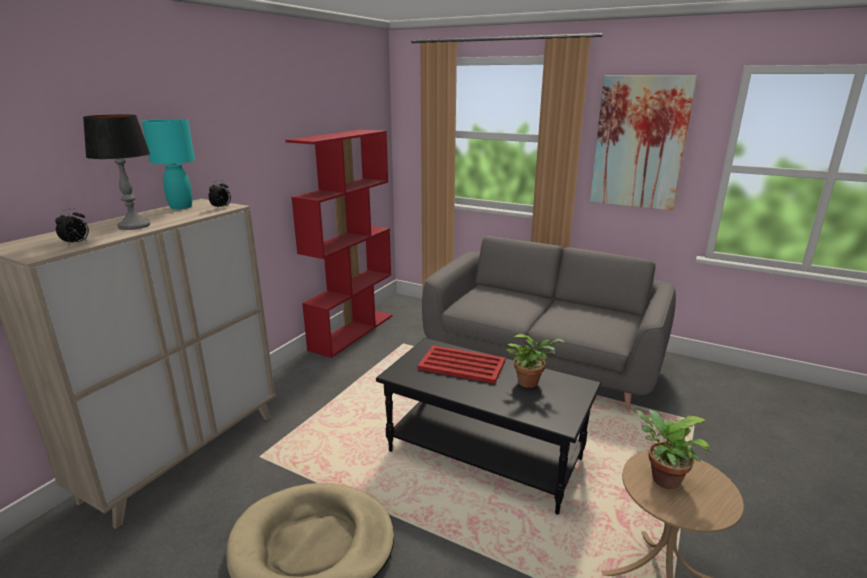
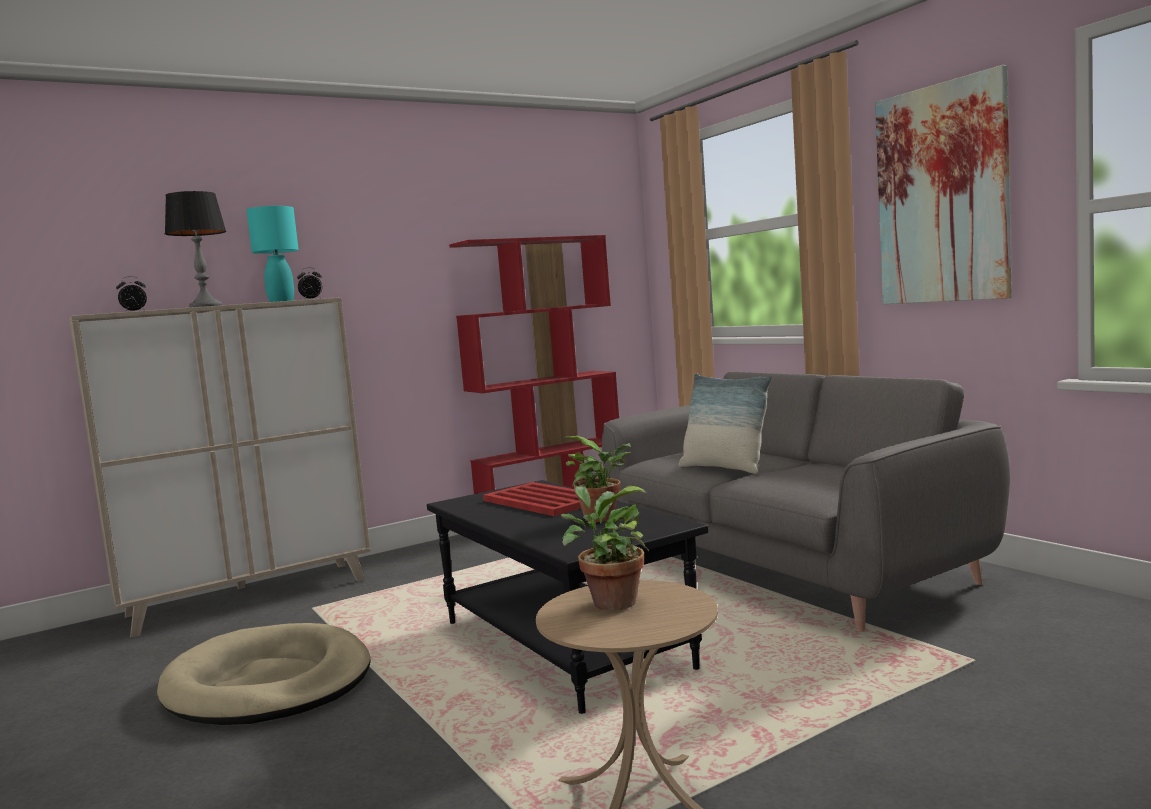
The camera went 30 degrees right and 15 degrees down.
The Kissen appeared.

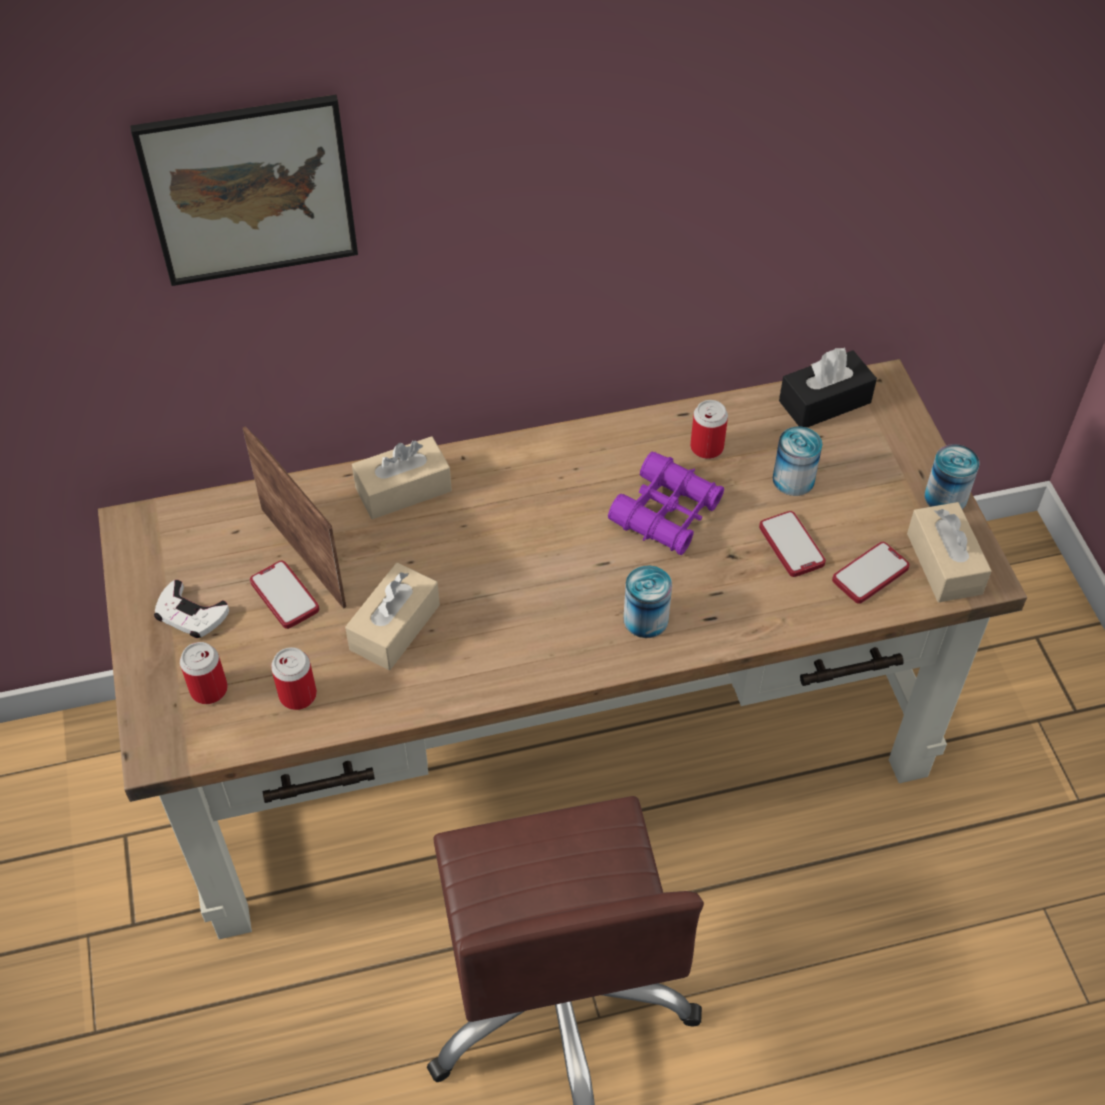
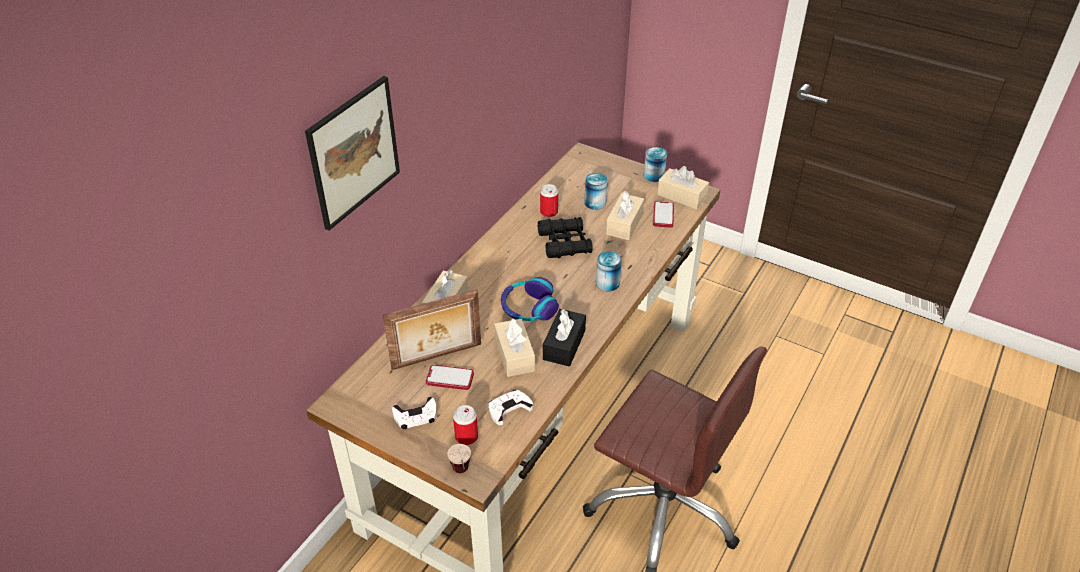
The camera went 45 degrees left and 10 degrees down.
The Bilderrahmen turned 150 degrees clockwise.
The Dose (no. 2 from left) was replaced by the Gamepad (weiß) (no. 2 from left).
The Fernglas (lila) became the Fernglas (schwarz).
The Handy (no. 2 from left) was replaced by the Taschentuchbox (beige) (no. 3 from left).
The Taschentuchbox (schwarz) moved.
The Tasse appeared.
The Kopfhörer appeared.

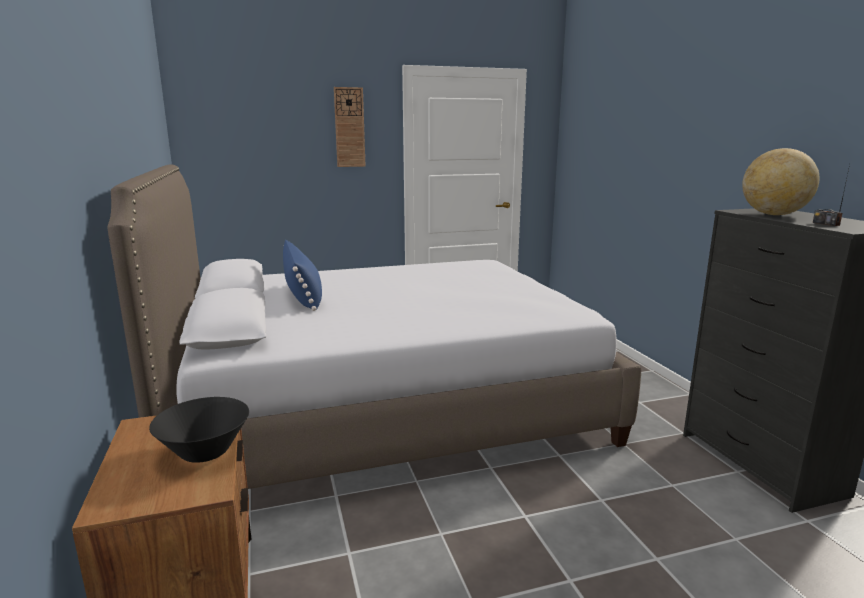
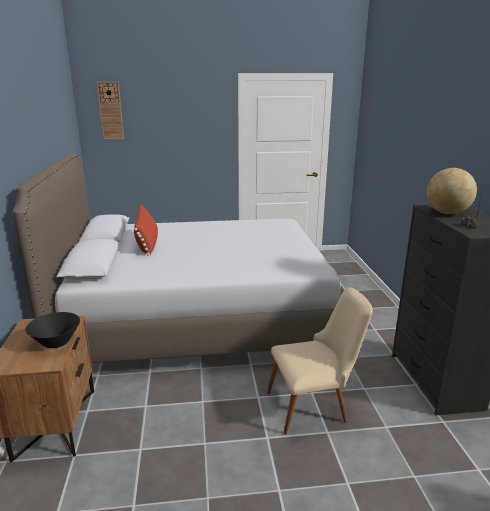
The camera went 10 degrees right and 5 degrees up.
The Kissen (blau) became the Kissen (rot).
The Wanduhr moved.
The Stuhl (beige) appeared.

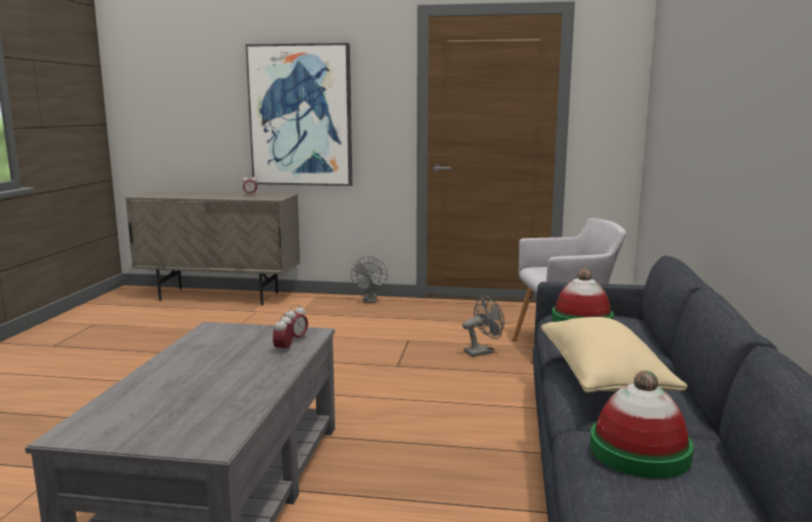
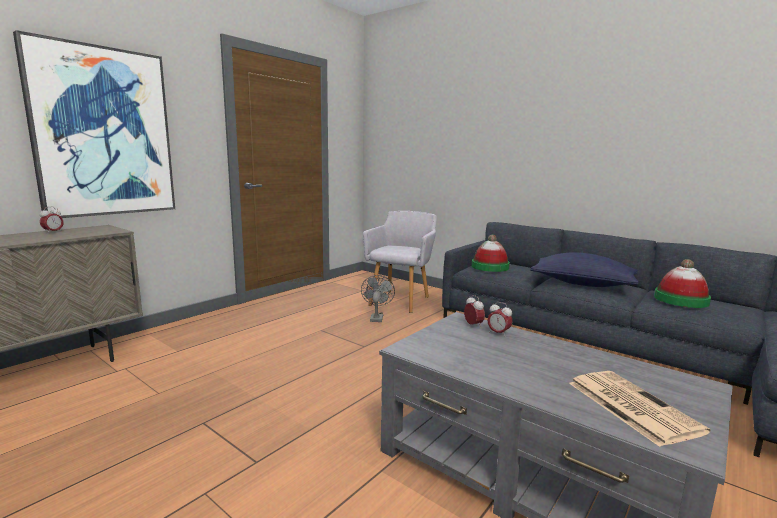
The camera went 60 degrees left and 0 degrees up.
The Ventilator (grau) (no. 1 from left) disappeared.
The Kissen (beige) became the Kissen (blau).
The Zeitung appeared.

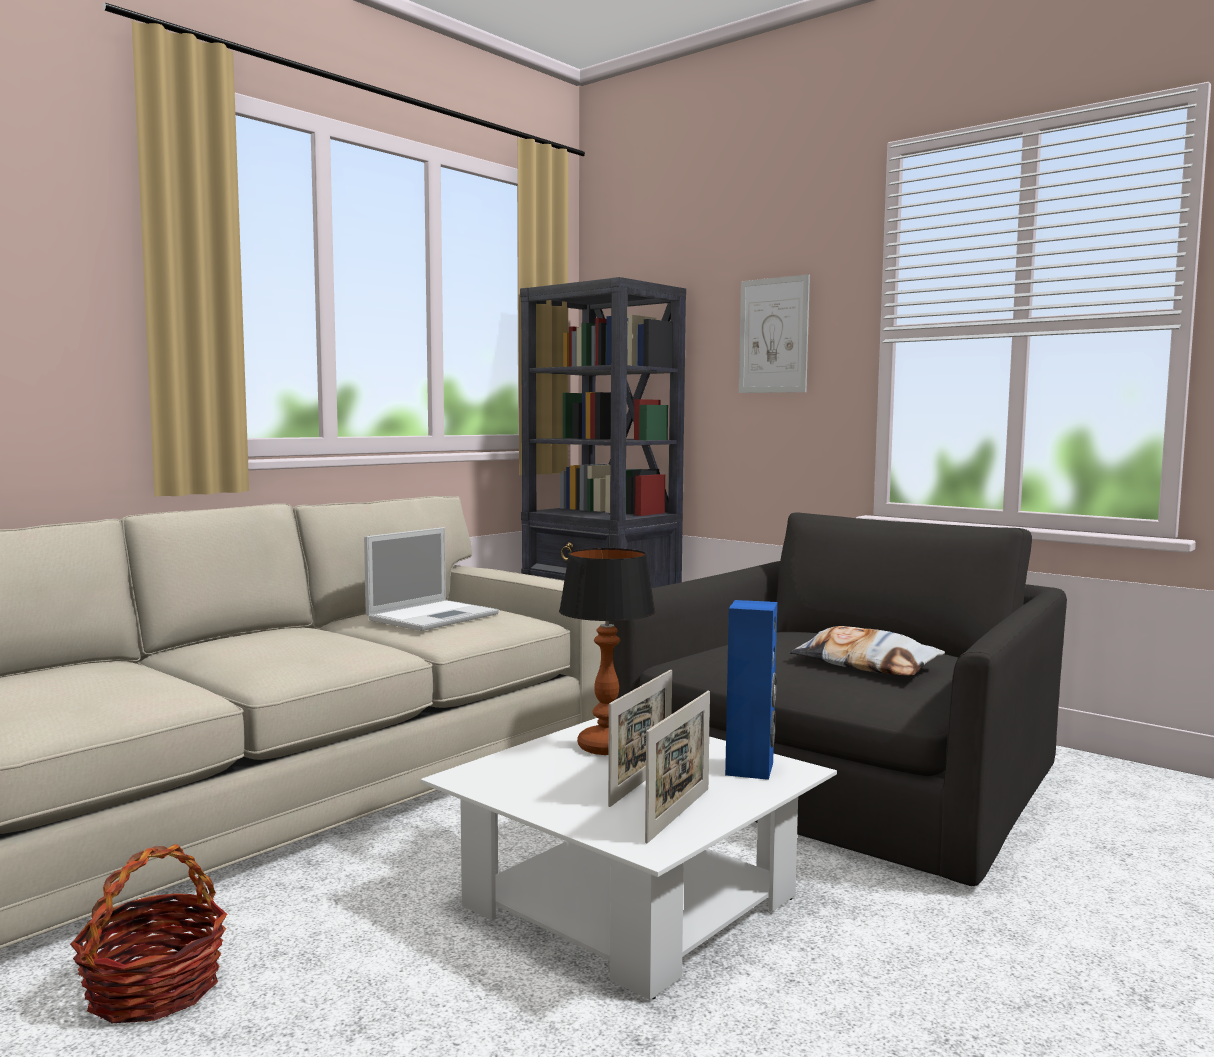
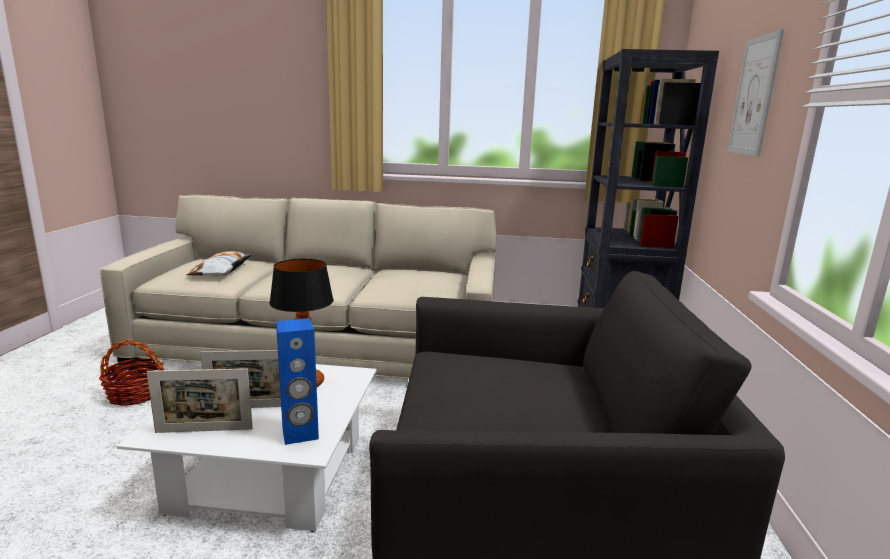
The camera went 55 degrees right and 10 degrees up.
The Laptop disappeared.
The Kissen moved.

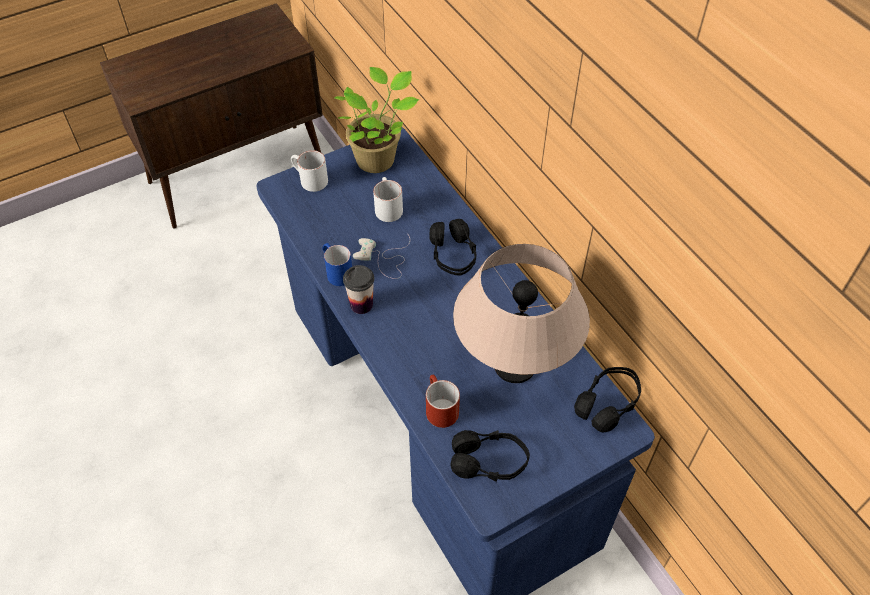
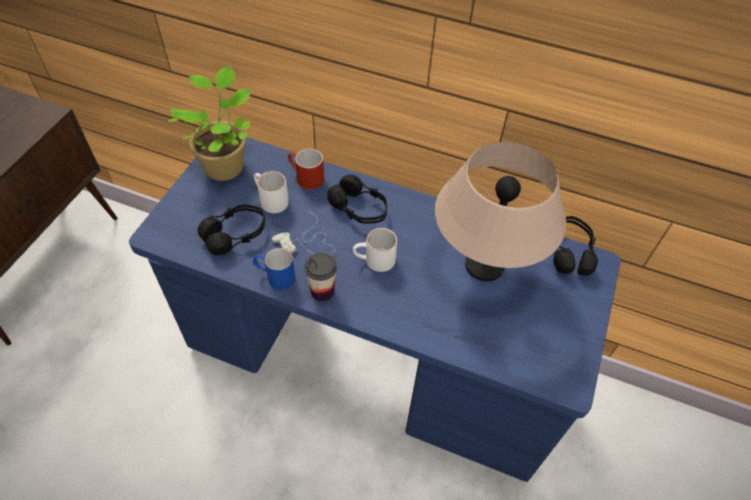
The camera went 40 degrees left and 0 degrees up.
The Henkelbecher (weiß) (no. 1 from left in the first image) moved.
The Henkelbecher (rot) moved.
The Kopfhörer (schwarz) (no. 2 from left in the first image) moved.

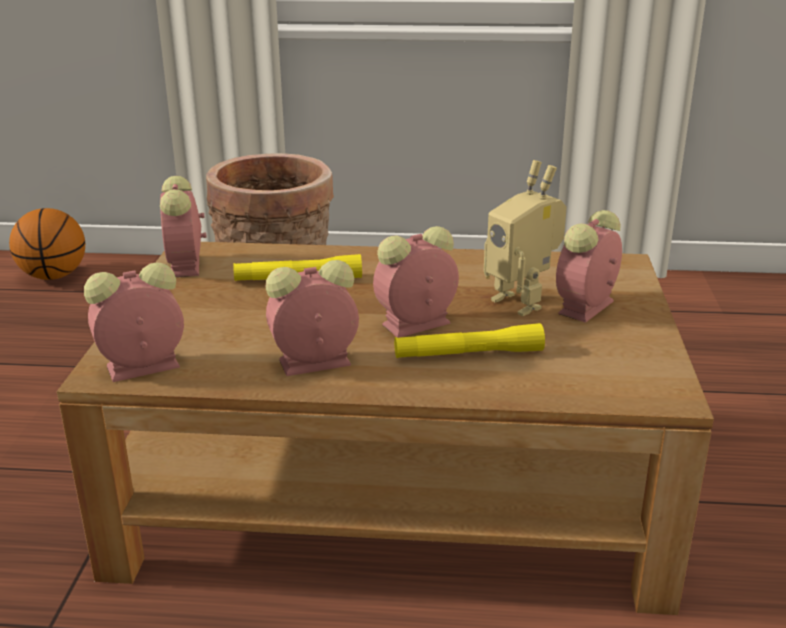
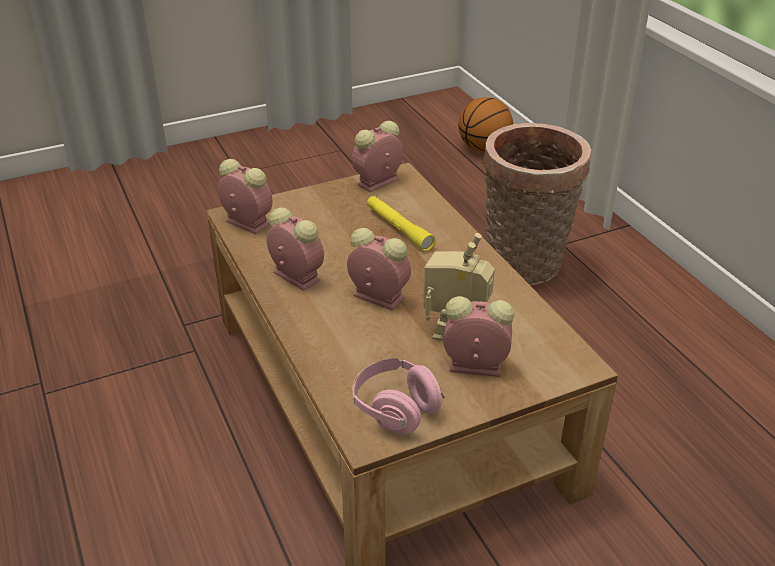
The camera went 60 degrees right and 10 degrees up.
The Taschenlampe (gelb) (no. 2 from left) disappeared.
The Kopfhörer (rosa) appeared.

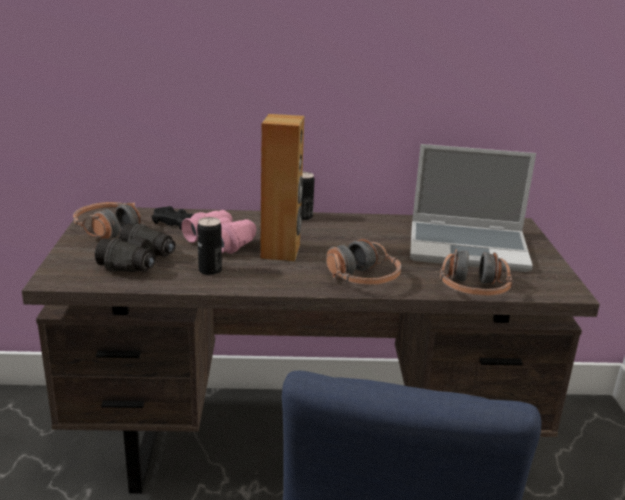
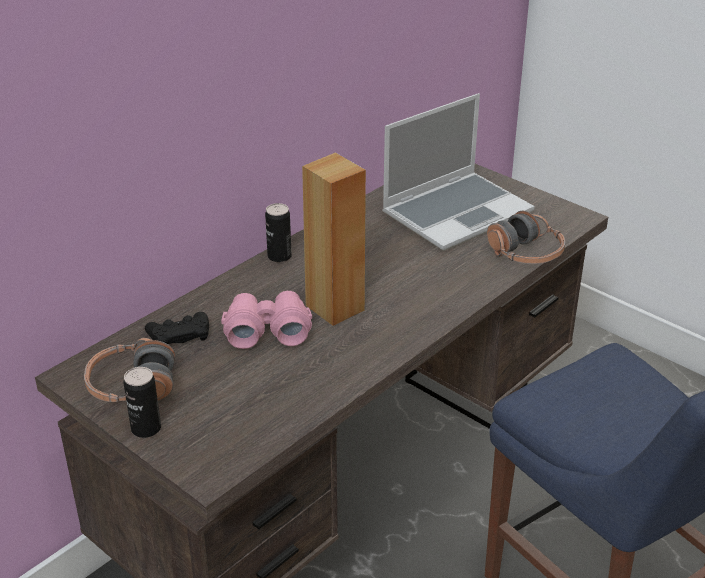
The camera went 45 degrees left and 10 degrees up.
The Fernglas (schwarz) disappeared.
The Dose (no. 1 from left) moved.
The Kopfhörer (no. 2 from left) disappeared.

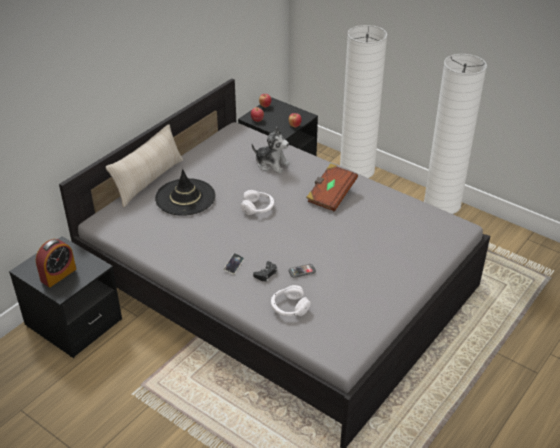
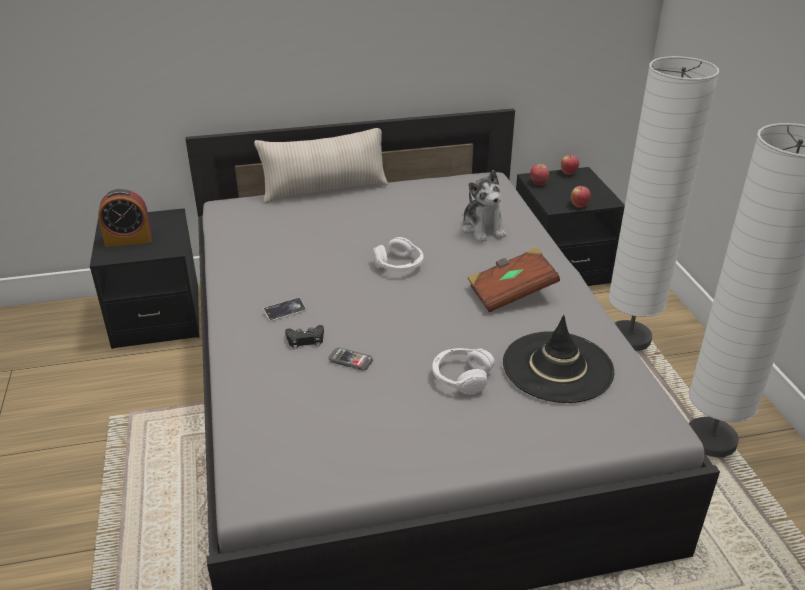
The camera went 40 degrees right and 5 degrees down.
The Hut (schwarz) moved.
The Kopfhörer (weiß) (no. 2 from left) moved.

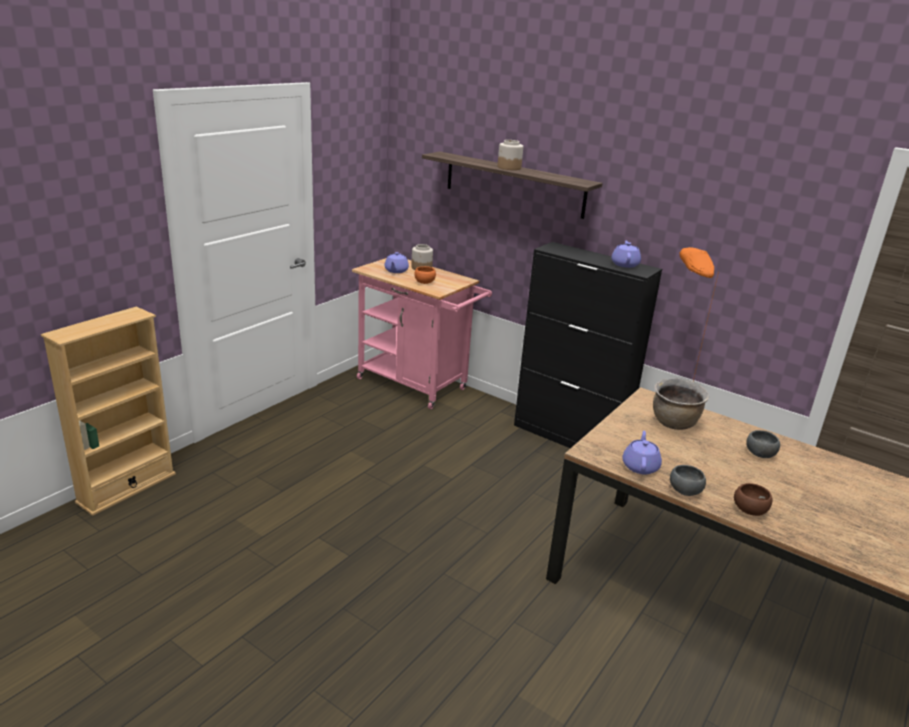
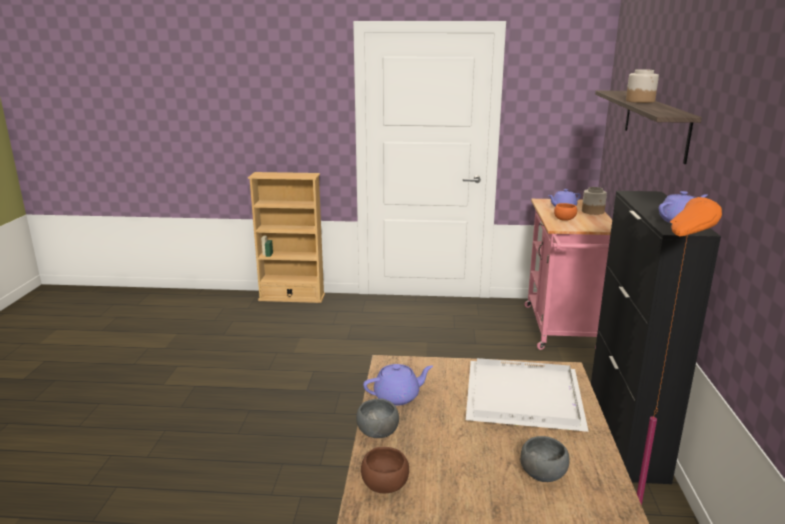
The camera went 60 degrees right and 5 degrees down.
The Kochtopf (braun) was replaced by the Tablett (weiß).

